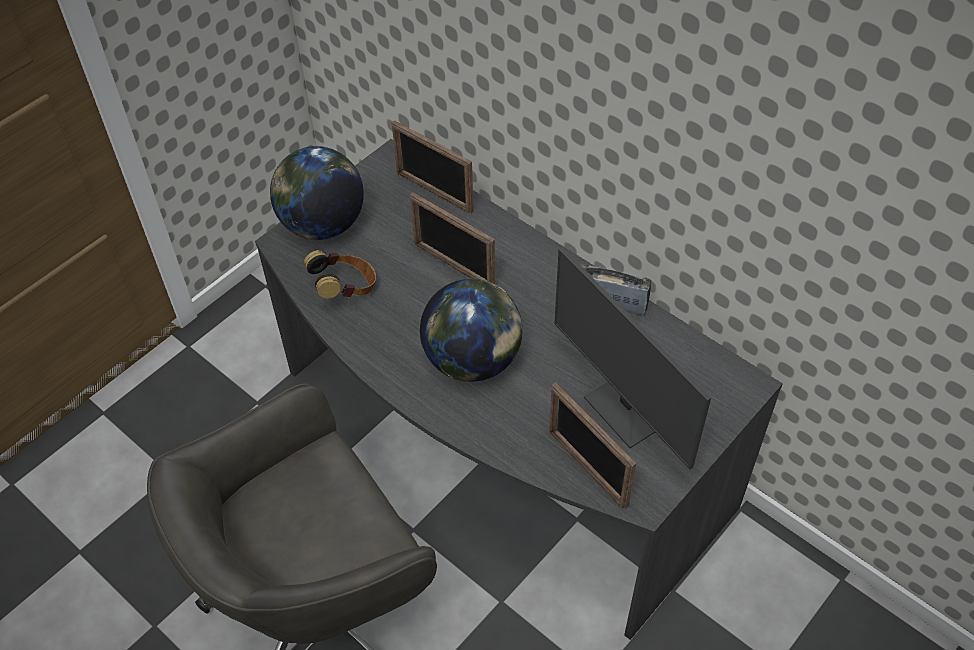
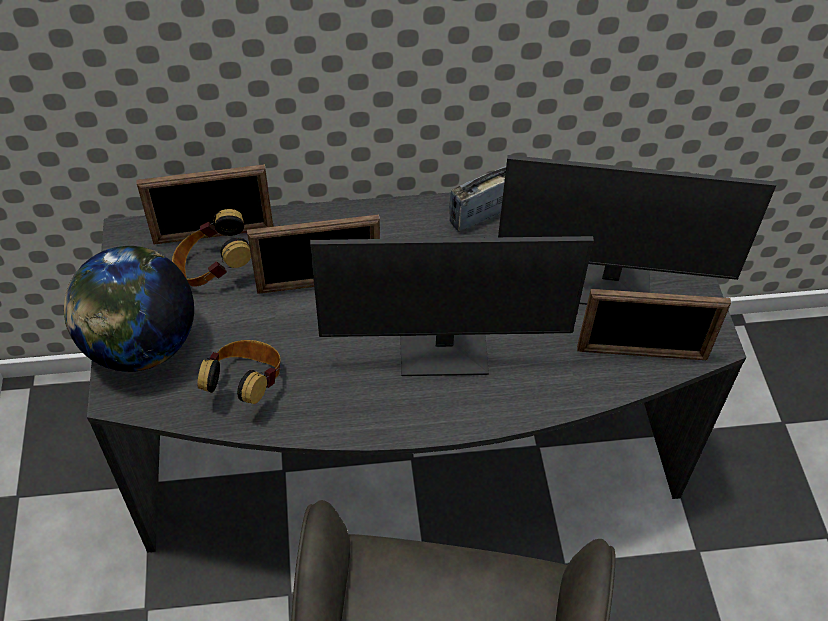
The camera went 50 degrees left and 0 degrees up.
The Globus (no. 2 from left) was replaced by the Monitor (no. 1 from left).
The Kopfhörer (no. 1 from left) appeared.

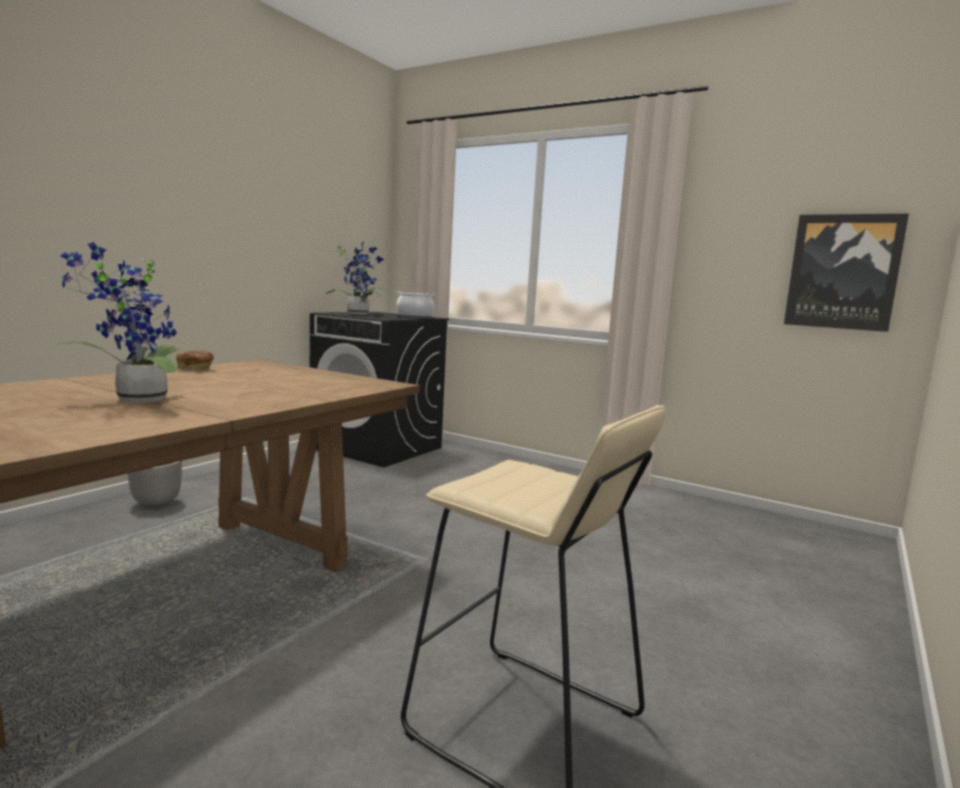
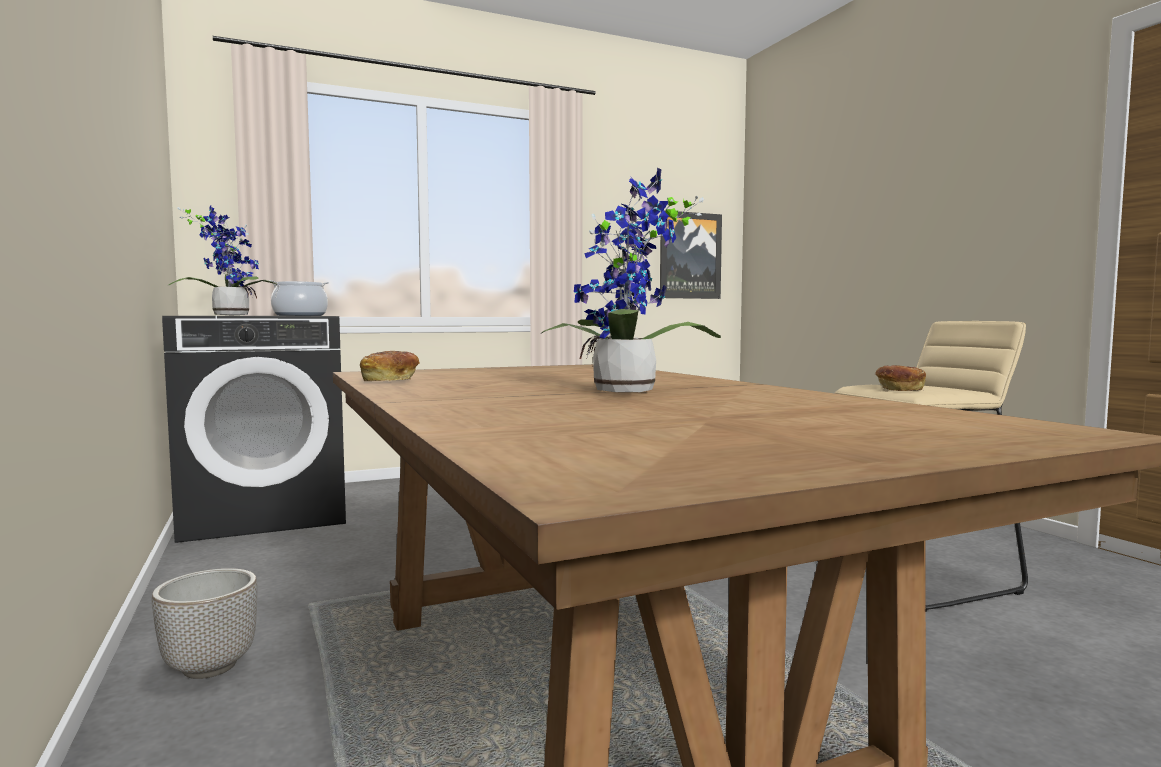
The camera went 55 degrees left and 5 degrees down.
The Brot (no. 2 from left) appeared.

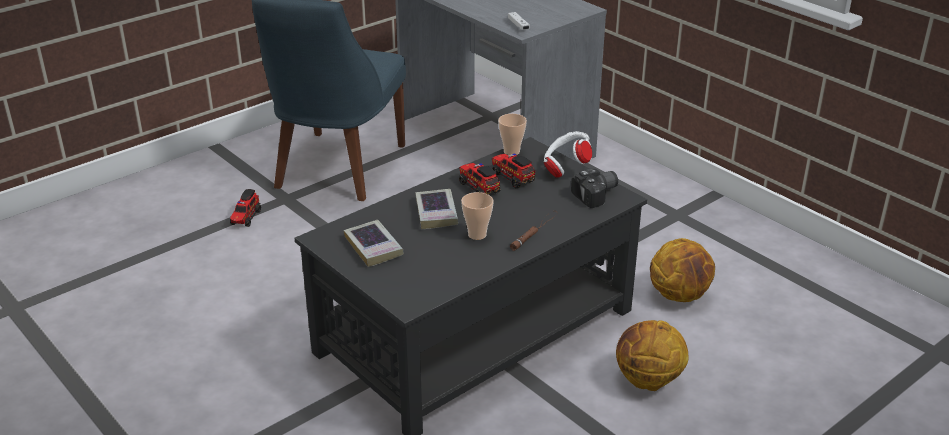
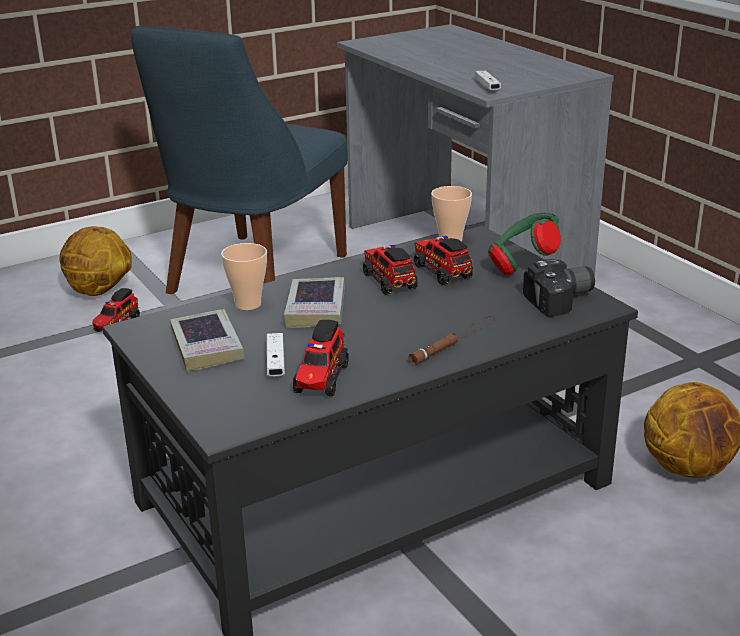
The camera went 10 degrees right and 5 degrees down.
The Tasse (no. 1 from left) moved.
The Kopfhörer (weiß) became the Kopfhörer (grün).
The Basketball (no. 1 from left) moved.
The Gamepad (weiß) (no. 1 from left) appeared.
The Spielzeuglaster (no. 2 from left) appeared.

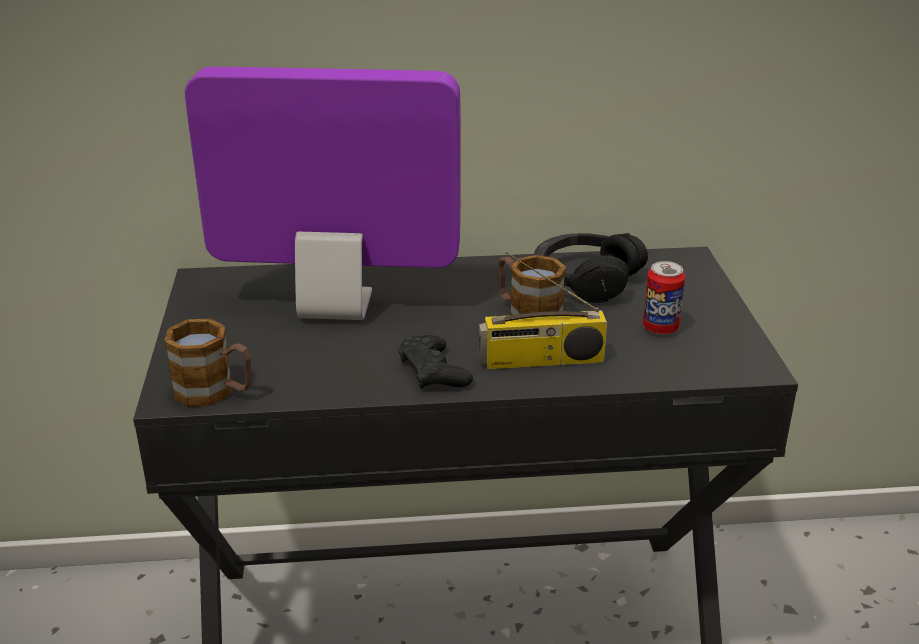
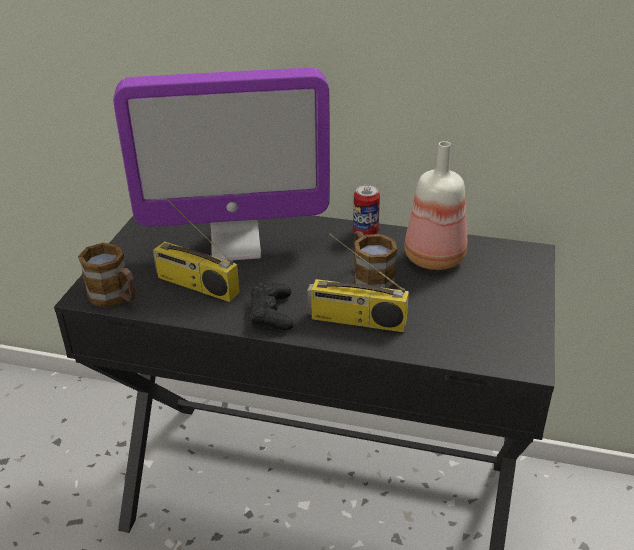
The camera went 20 degrees right and 5 degrees up.
The Monitor turned 150 degrees clockwise.
The Kopfhörer (schwarz) was replaced by the Flasche.
The Dose moved.
The Radio (no. 1 from left) appeared.

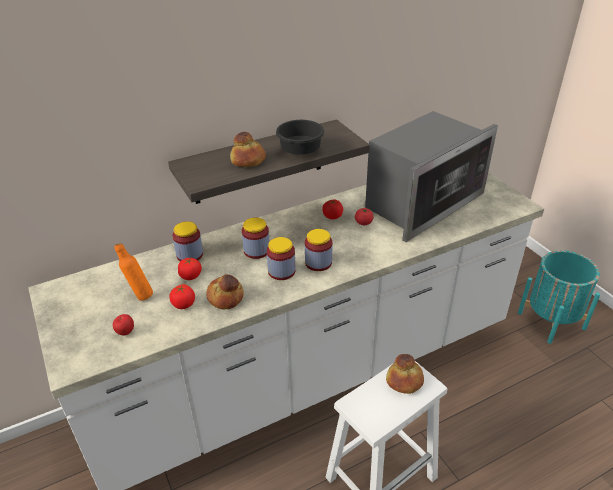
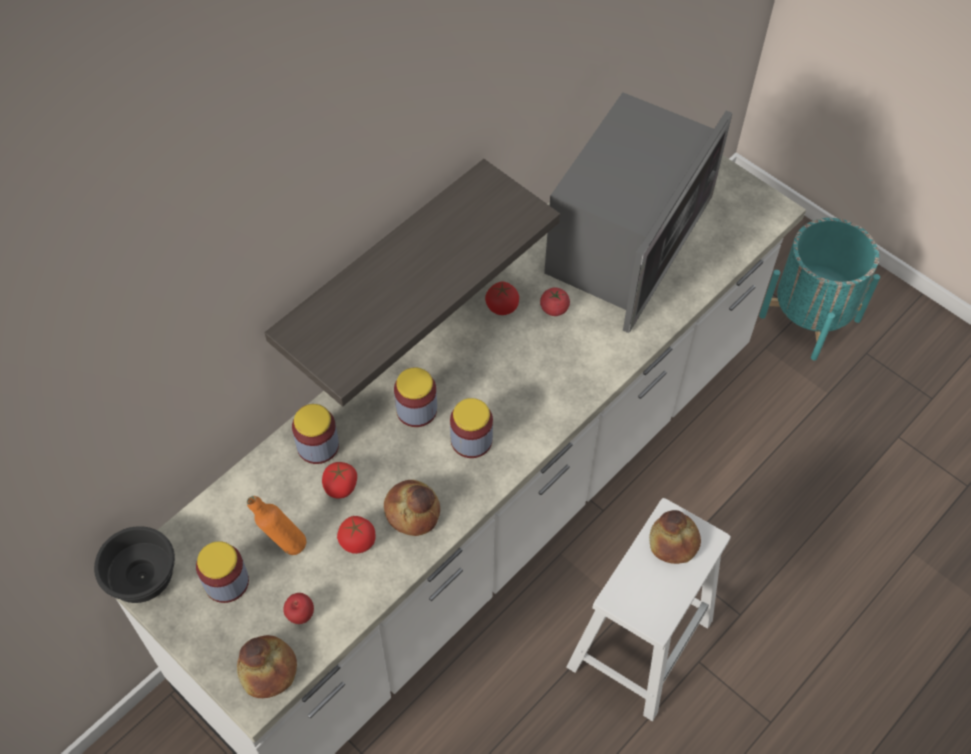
The camera went 20 degrees left and 20 degrees up.
The Brot (no. 2 from left in the first image) moved.
The Schüssel (schwarz) moved.
The Vorratsglas (no. 4 from left in the first image) moved.

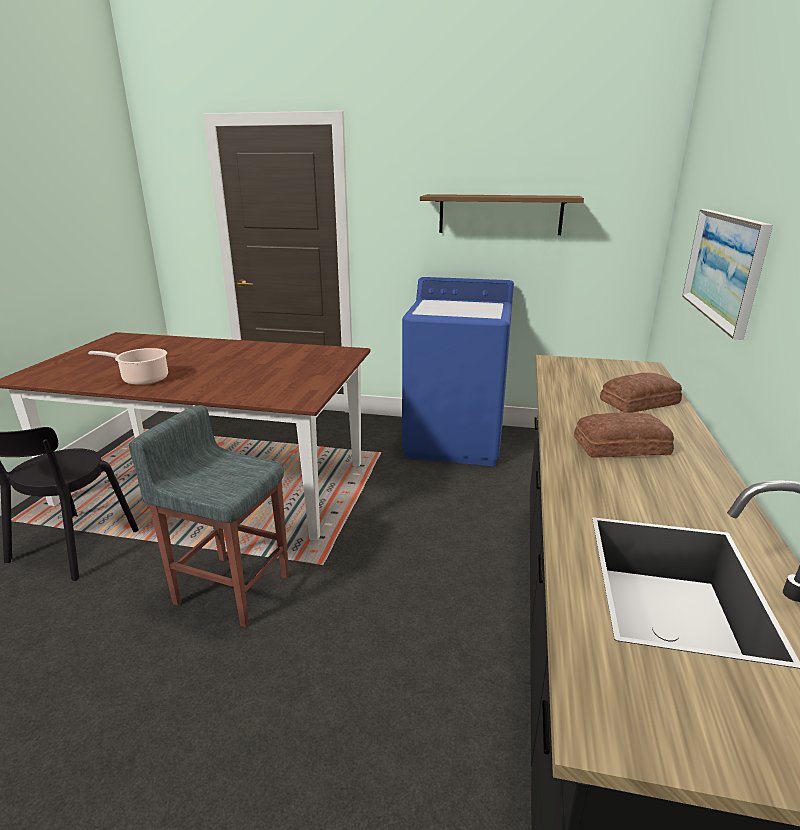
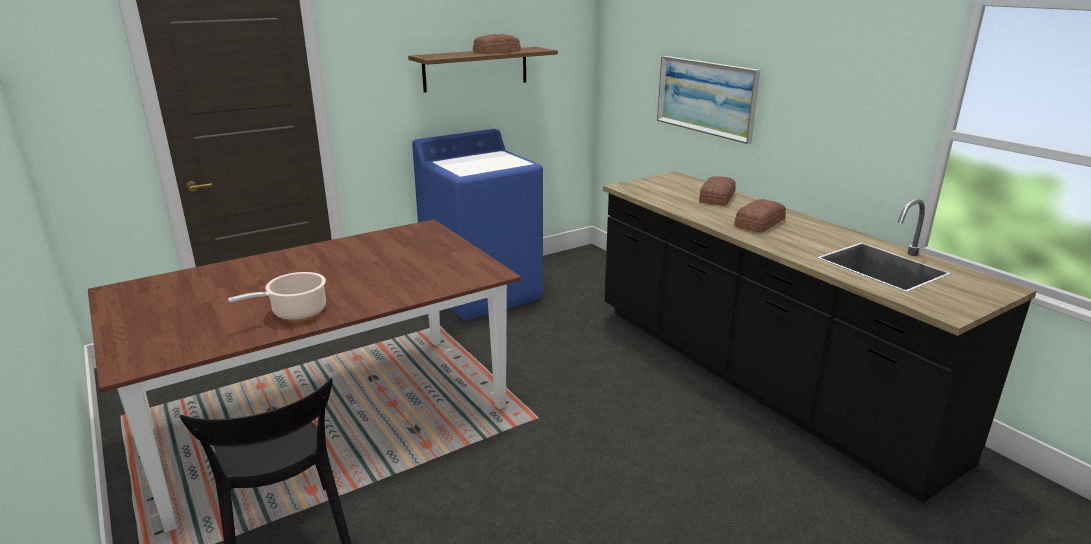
The camera went 45 degrees left and 0 degrees up.
The Hocker (grau) disappeared.
The Brot (no. 1 from left) appeared.

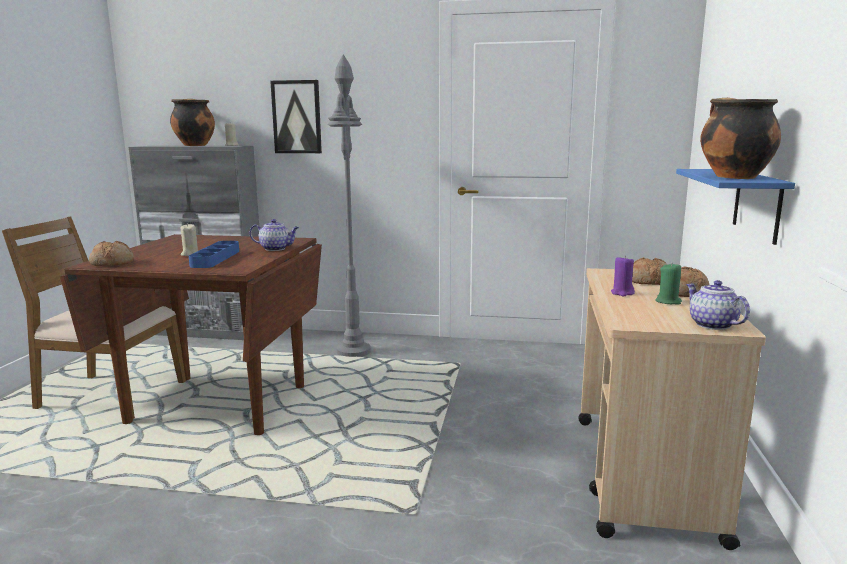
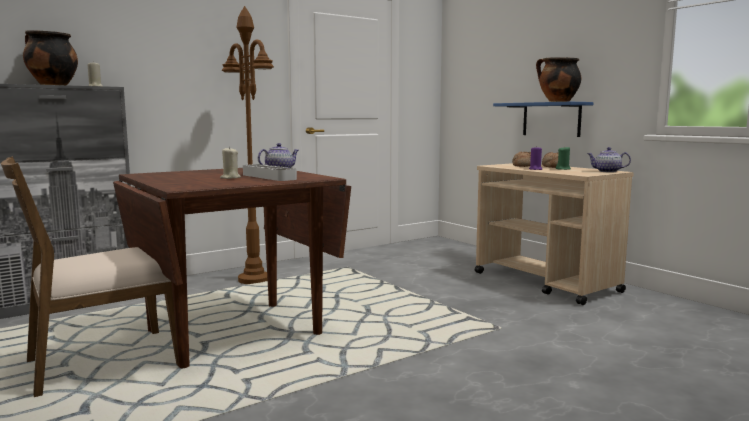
The camera went 45 degrees left and 5 degrees down.
The Brot (no. 1 from left) disappeared.
The Tablett (blau) became the Tablett (grau).
The Bild disappeared.
The Stehlampe (grau) became the Stehlampe (braun).

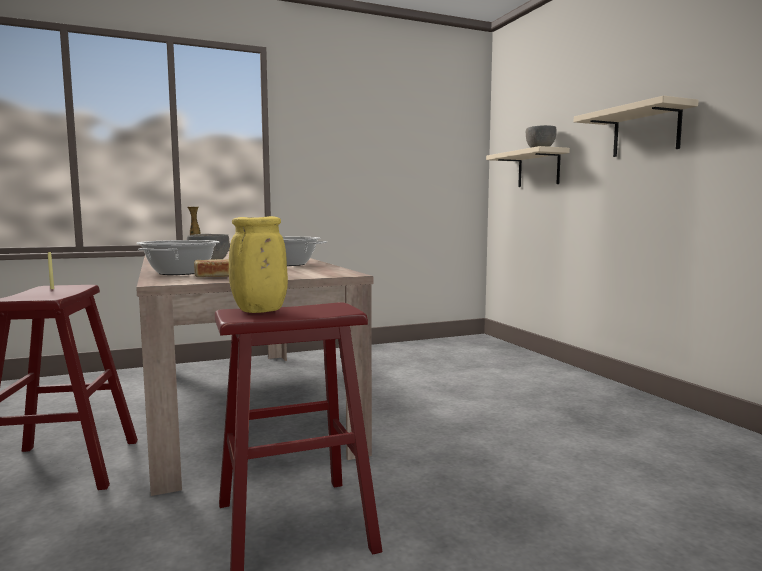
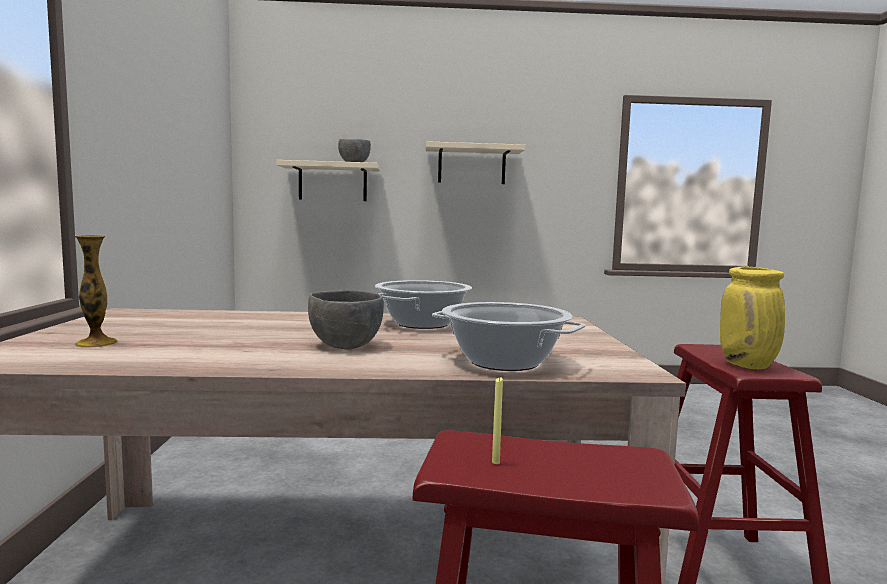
The camera went 70 degrees left and 0 degrees up.
The Brot disappeared.

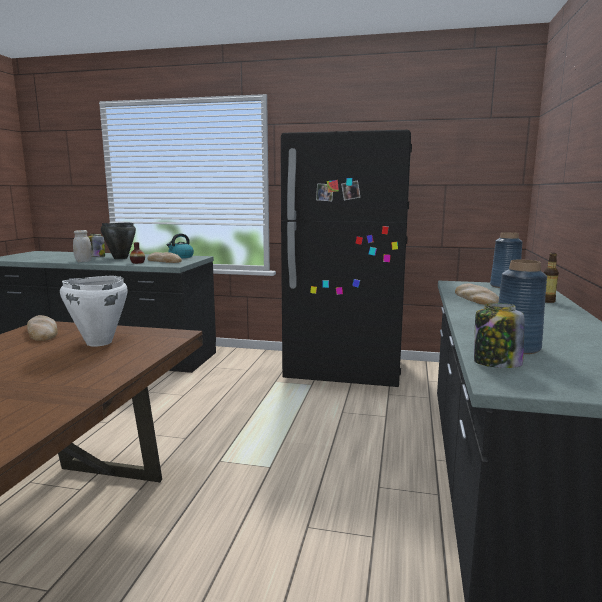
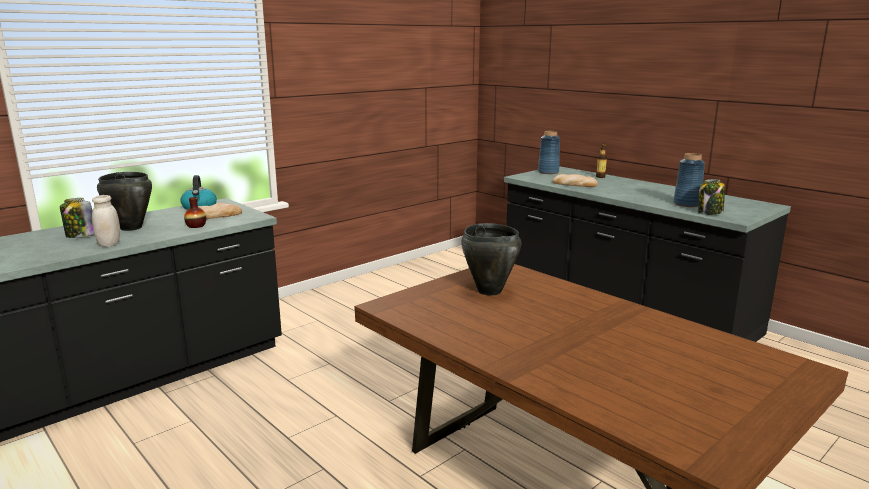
The camera went 55 degrees left and 5 degrees up.
The Brot (no. 1 from left) disappeared.
The Kochtopf (weiß) became the Kochtopf (schwarz) (no. 2 from left).
The Kühlschrank (schwarz) disappeared.

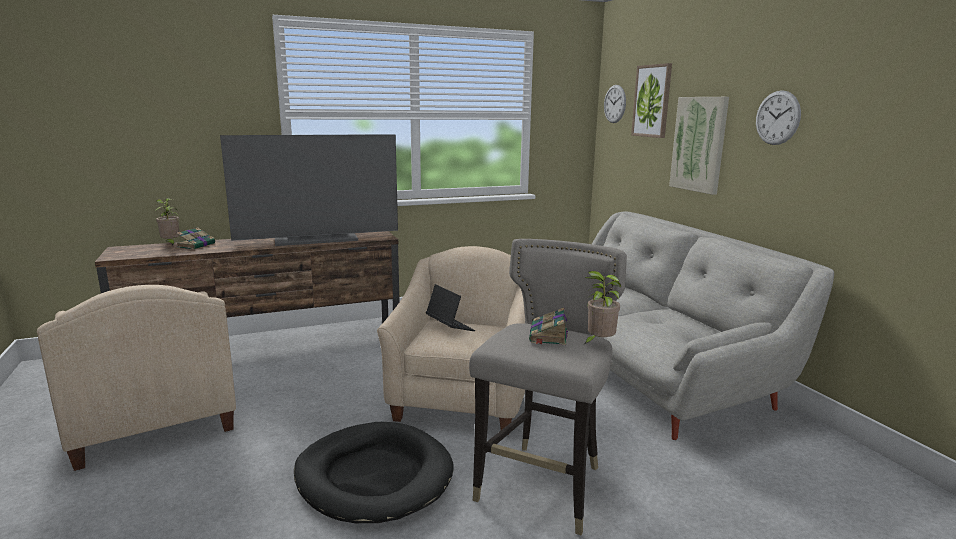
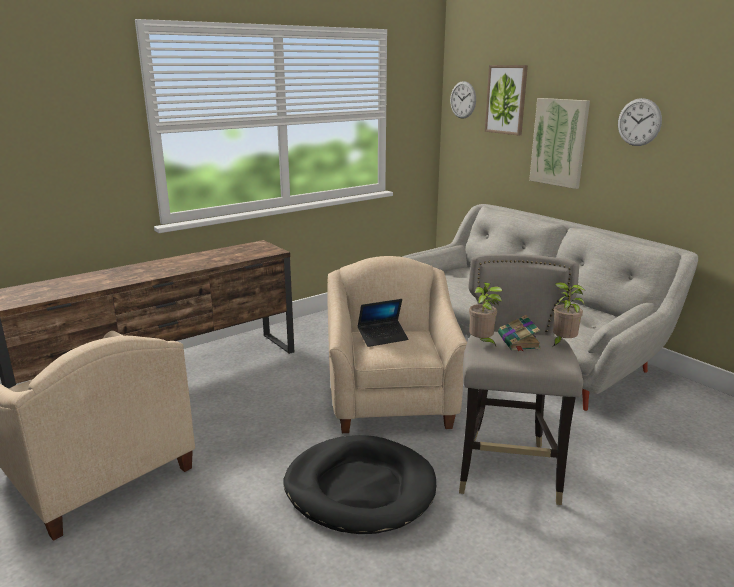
The camera went 15 degrees left and 5 degrees up.
The Topfpflanze (no. 1 from left) moved.
The Buch (no. 1 from left) disappeared.
The Fernseher disappeared.
The Laptop turned 120 degrees clockwise.

